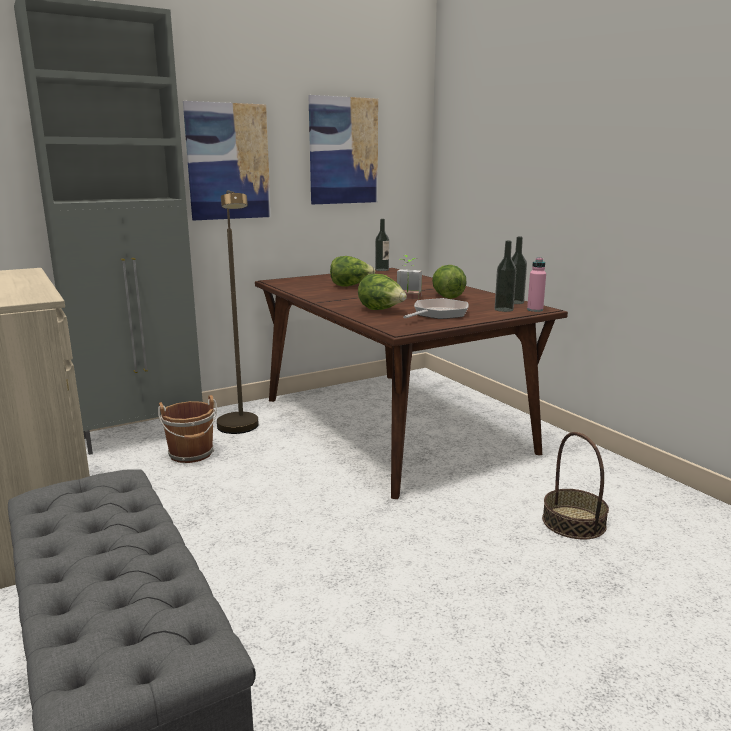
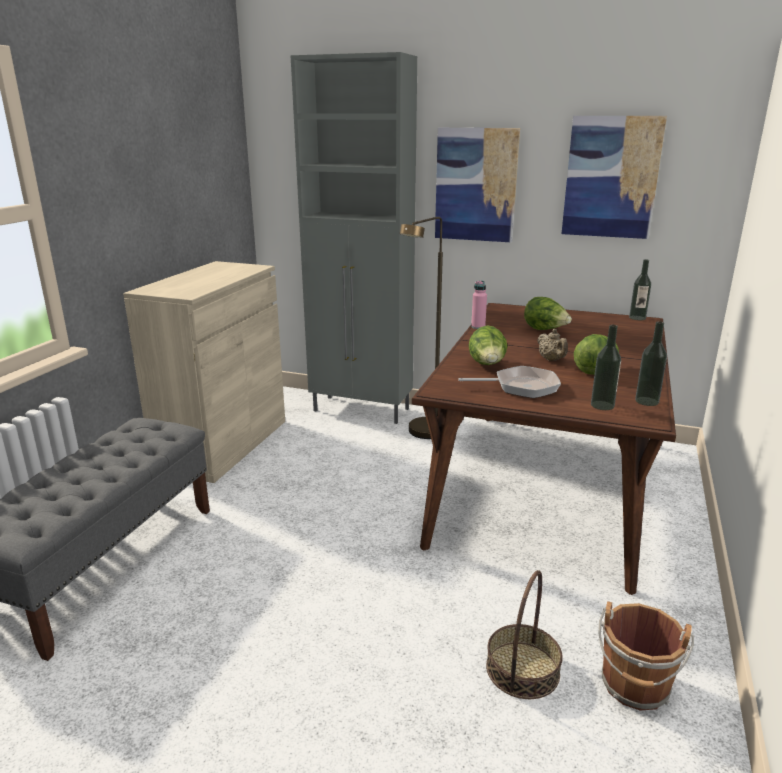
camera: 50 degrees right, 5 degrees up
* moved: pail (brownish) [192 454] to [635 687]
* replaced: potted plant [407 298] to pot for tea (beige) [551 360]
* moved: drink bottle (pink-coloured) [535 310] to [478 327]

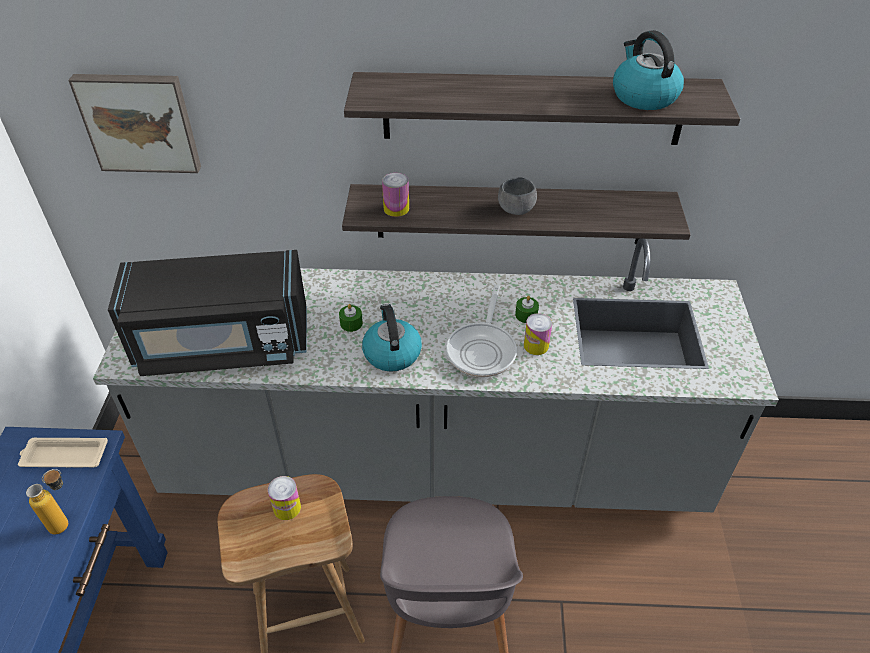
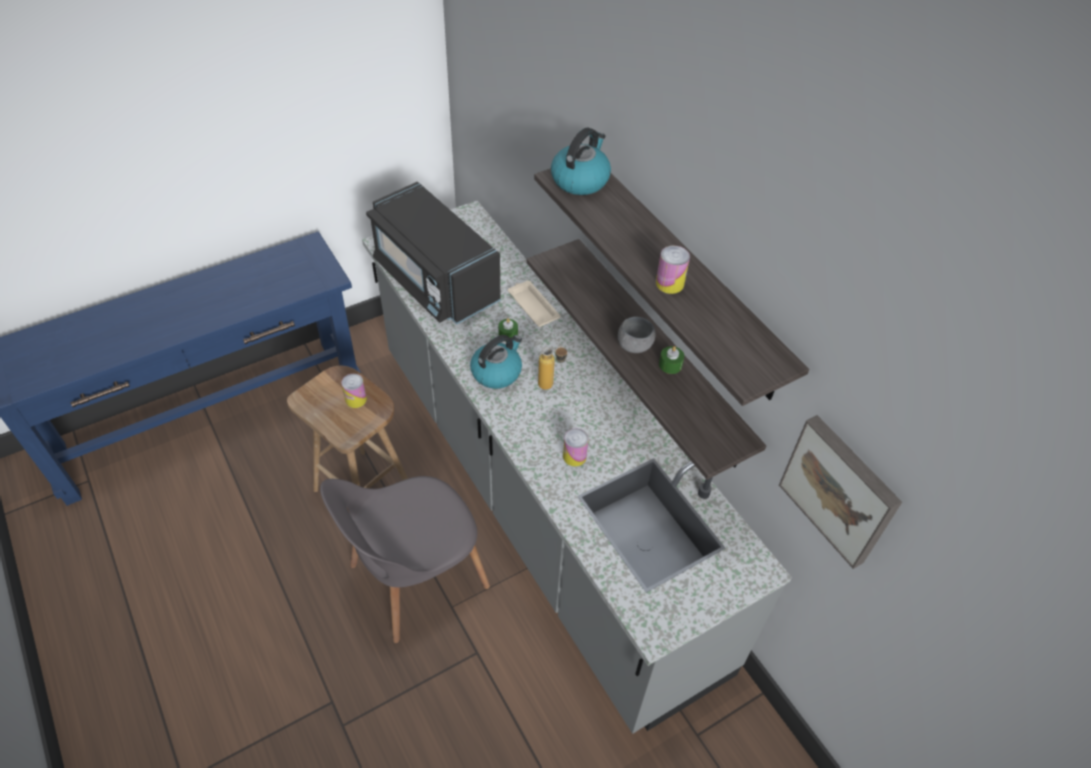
camera: 55 degrees right, 5 degrees up
* moved: tray (beige) [64 456] to [532 306]
* moved: drink bottle [67 521] to [551 386]
* moved: picture [140 122] to [840 489]
* moved: metal can [396 209] to [669 283]
* removed: skillet [483 349]
* moved: candle (greenish) [526 315] to [670 365]
* moved: water kettle [643 96] to [580 179]

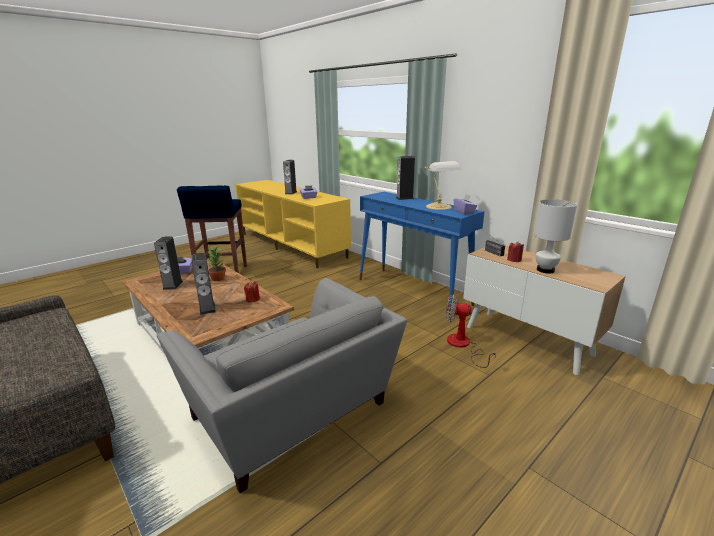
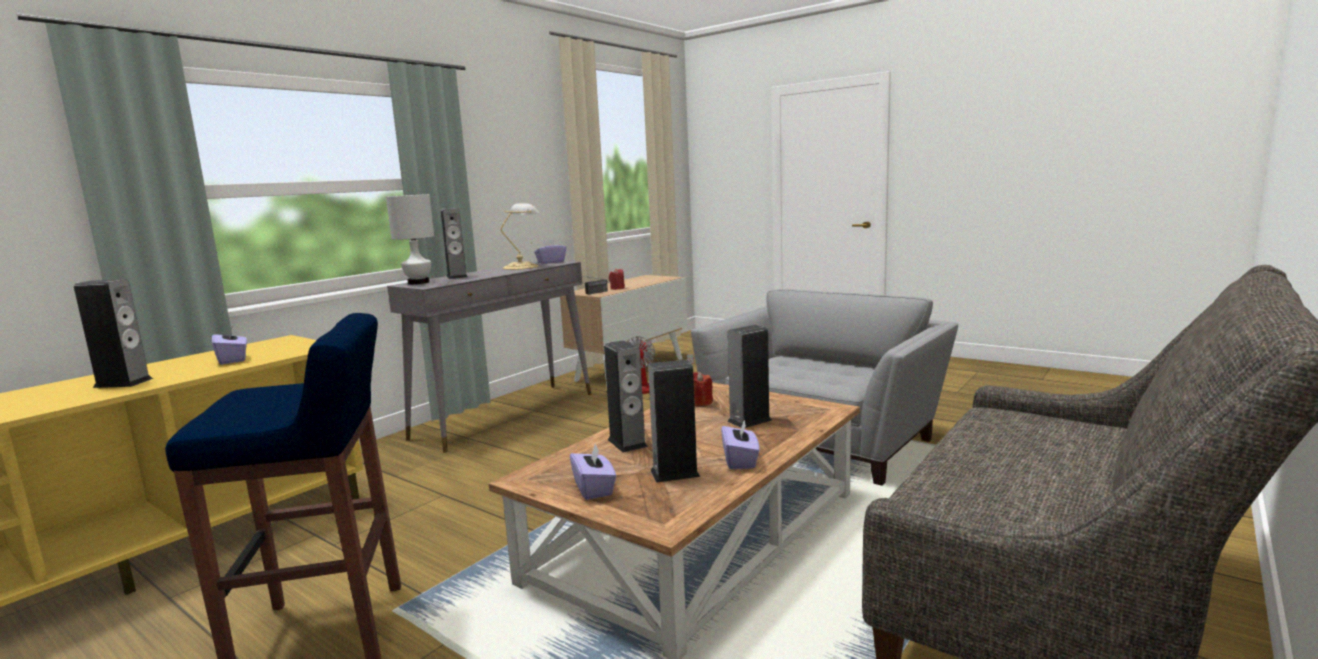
camera: 100 degrees left, 10 degrees down
* replaced: potted plant [218 279] to loudspeaker [627 443]
* recoloured: console table (blue-coloured) [413 291] to console table (grey) [506 415]
* moved: table lamp (white-coloured) [545 270] to [419 282]
* added: tissue holder (purplish) [740 461]

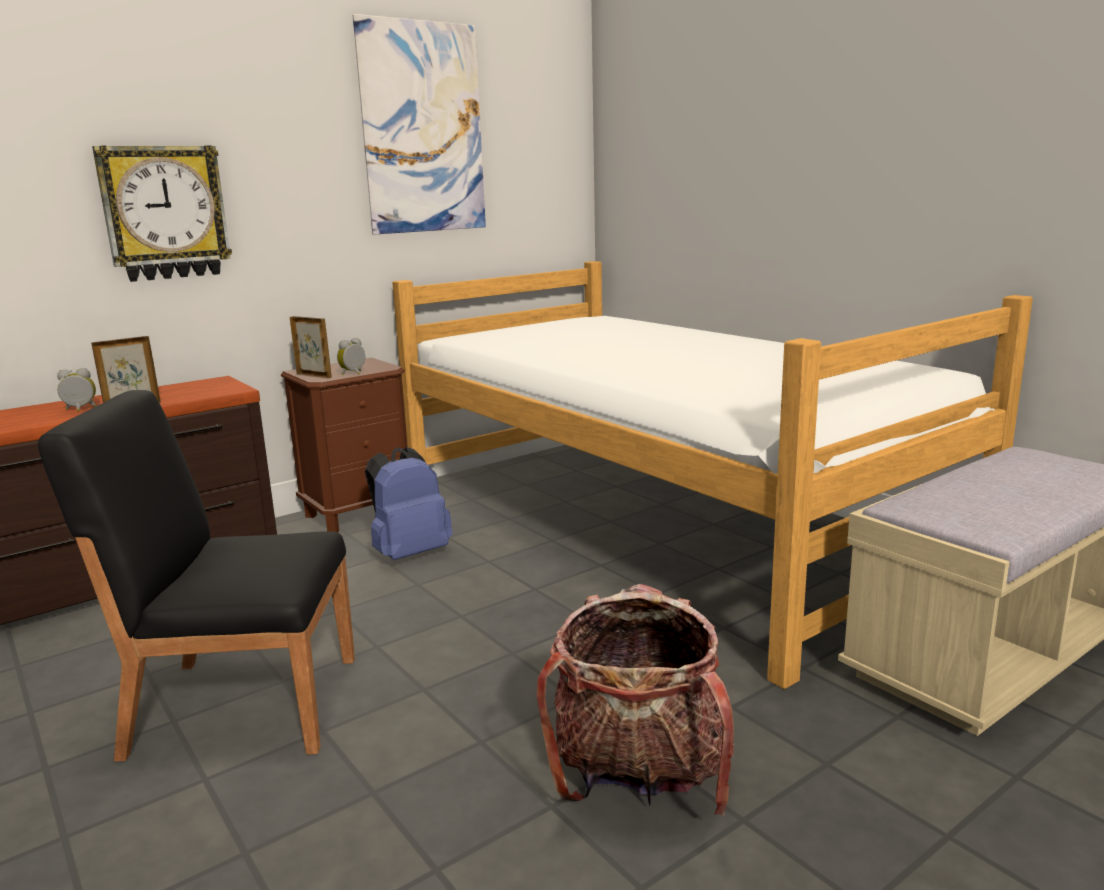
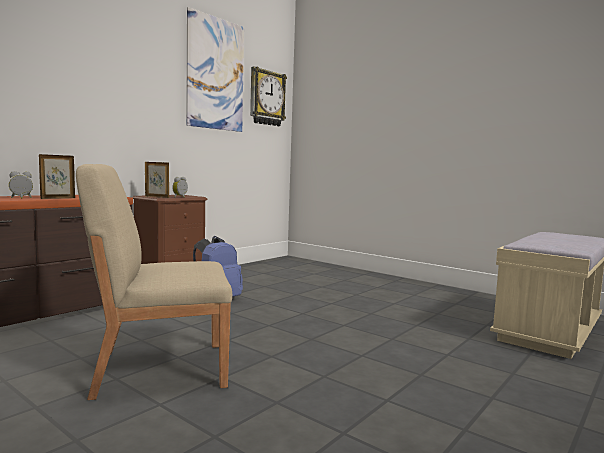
camera: 15 degrees left, 10 degrees down
* recoloured: upright chair (black) [242 704] to upright chair (beige) [159 368]
* moved: clock on the wall [165 213] to [266 98]
* removed: sleeping bed [659 521]
* removed: backpack [641 780]

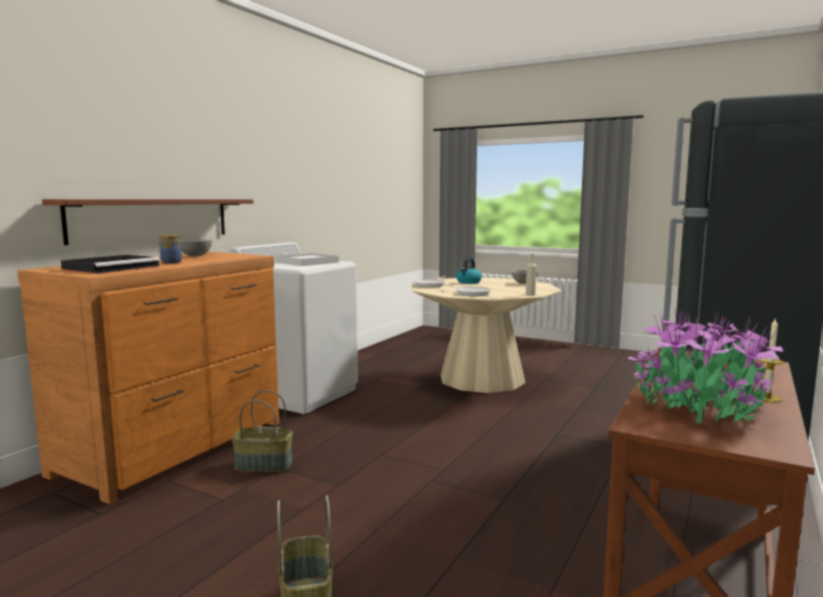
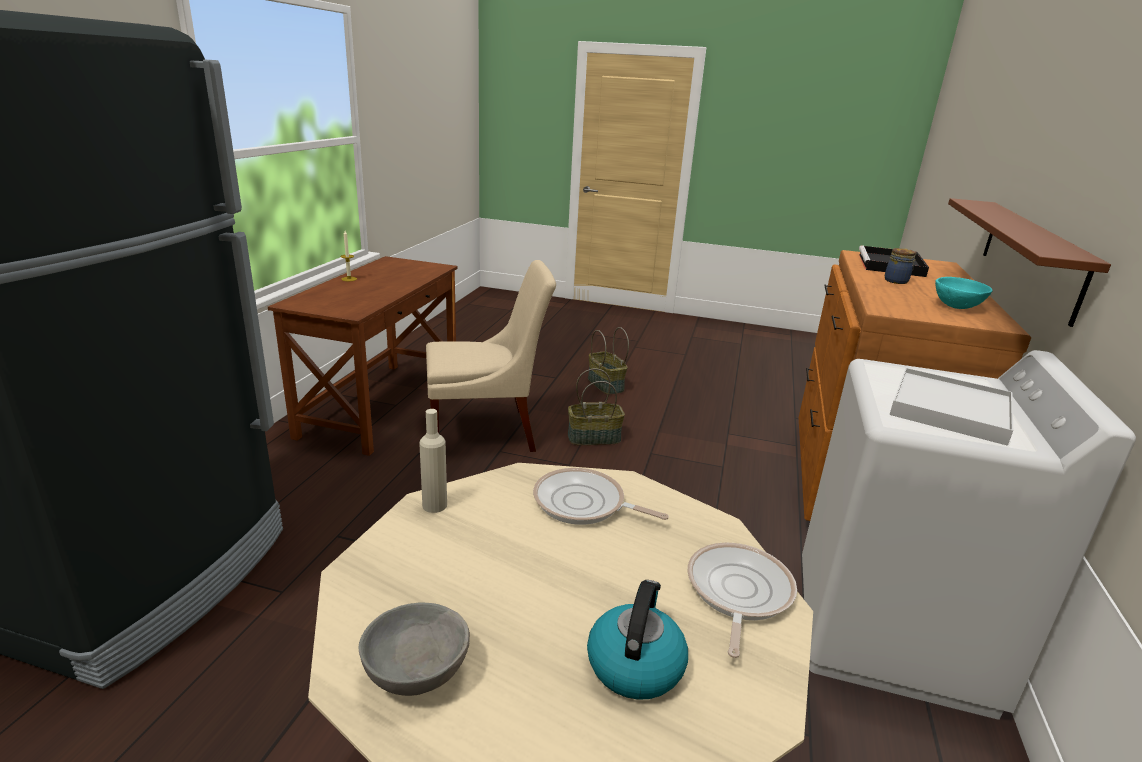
camera: 165 degrees right, 15 degrees up
* recoloured: serving bowl (grey) [194 256] to serving bowl (blue-green) [957 307]
* moved: household basket [263 465] to [594 437]
* removed: potted plant [699 408]
* added: upright chair (beige) [487 432]

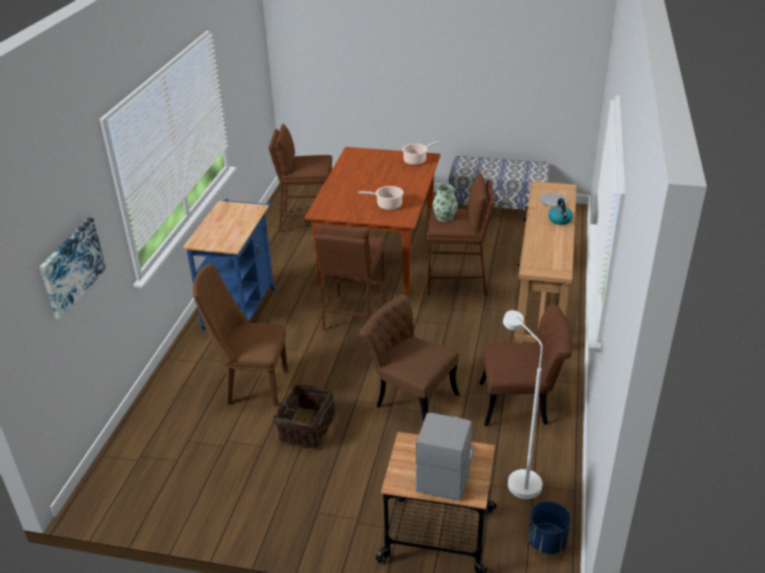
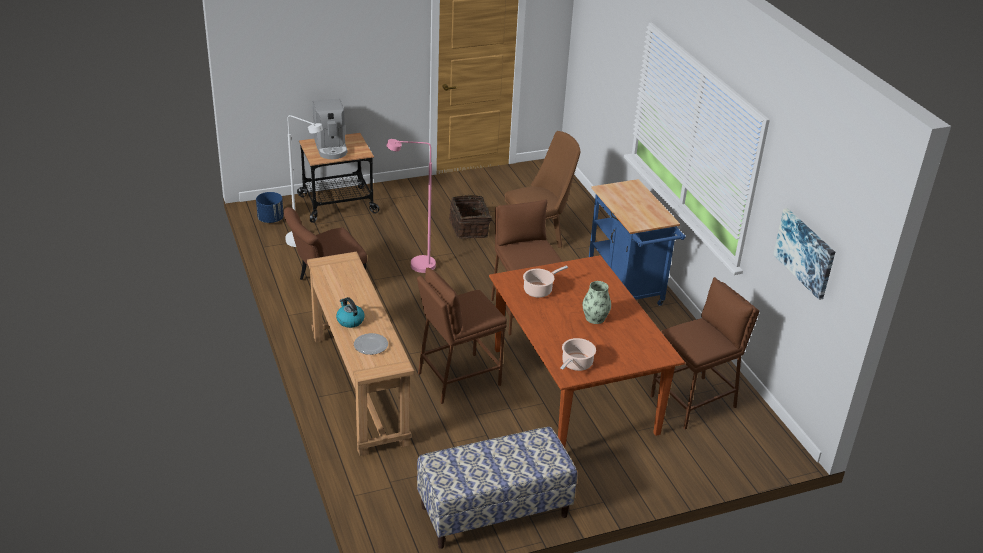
camera: 145 degrees right, 0 degrees up
* moved: picture [71 267] to [805 252]
* replaced: upright chair (brownish) [409 398] to standard lamp (pink-coloured) [415 266]
* moved: decorative vase [444 217] to [595 318]

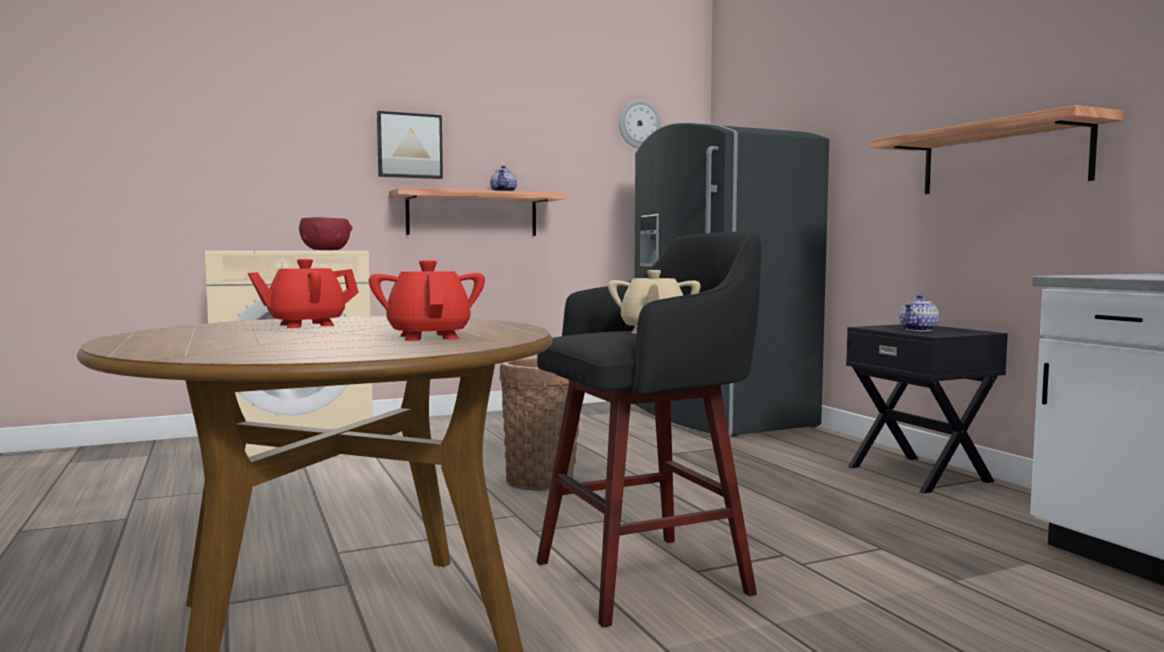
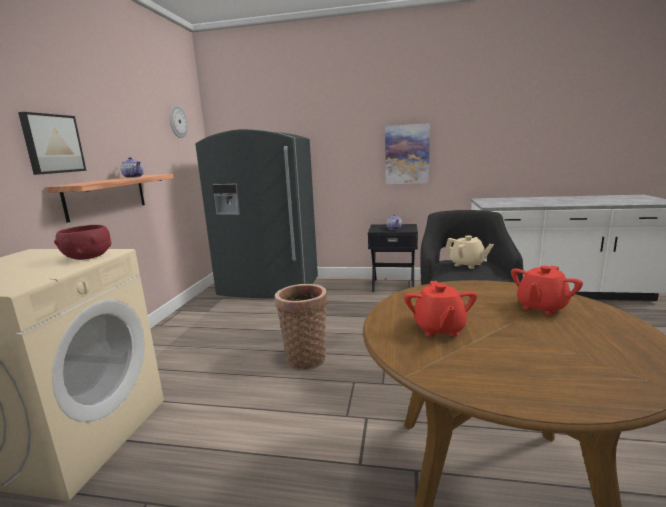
camera: 55 degrees left, 10 degrees up
* turned: pot for tea (red-coloured) [429 337] = [541 307] 60 degrees counterclockwise
* replaced: wall shelf [1002 158] to picture [407 154]

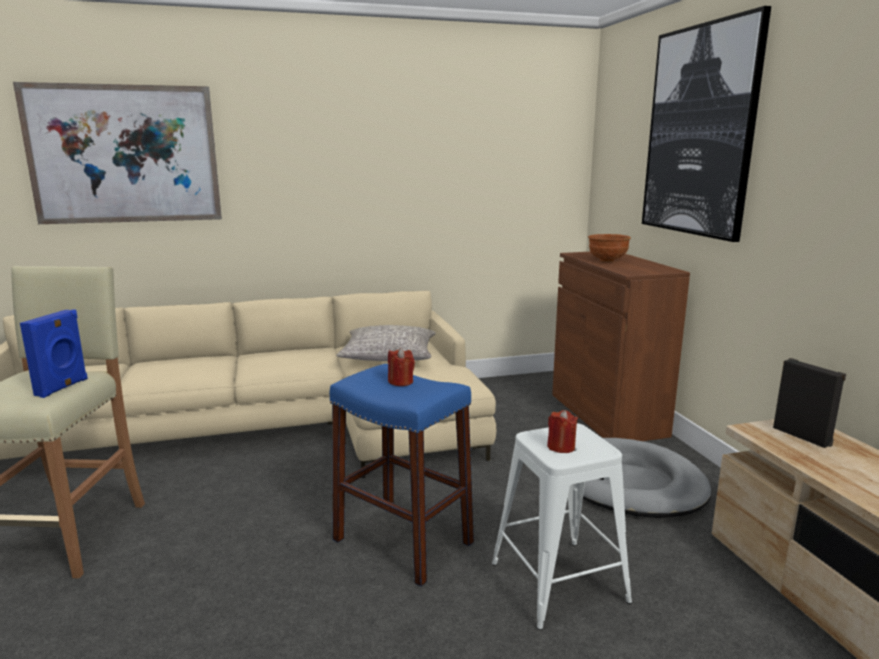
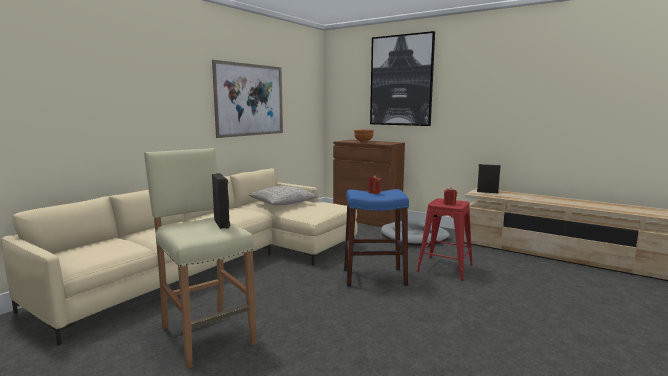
camera: 40 degrees left, 5 degrees down
* moved: picture [124 154] to [250 100]
* recoloured: loudspeaker (blue-coloured) [63 387] to loudspeaker (black) [222 224]
* recoloured: stool seat (white-coloured) [558 582] to stool seat (red-coloured) [445 268]

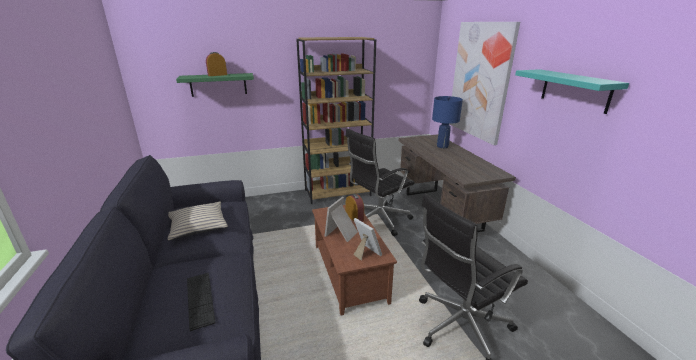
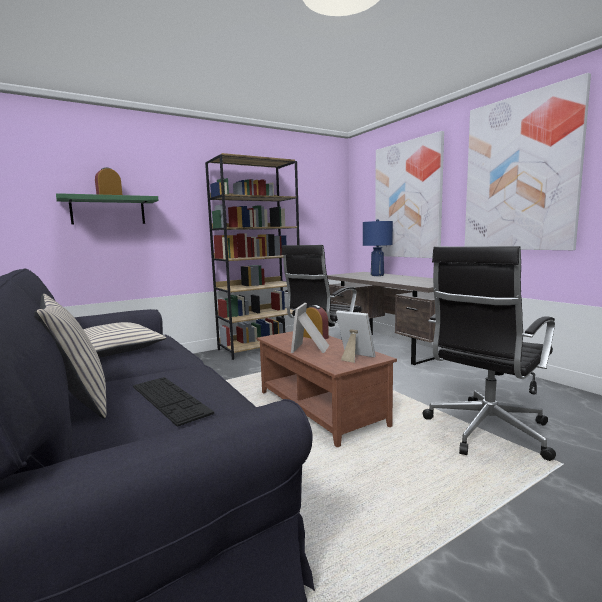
camera: 15 degrees left, 15 degrees down
* replaced: wall shelf (blue-green) [575 90] to picture [519 174]
* added: cushion (beige) [78 402]

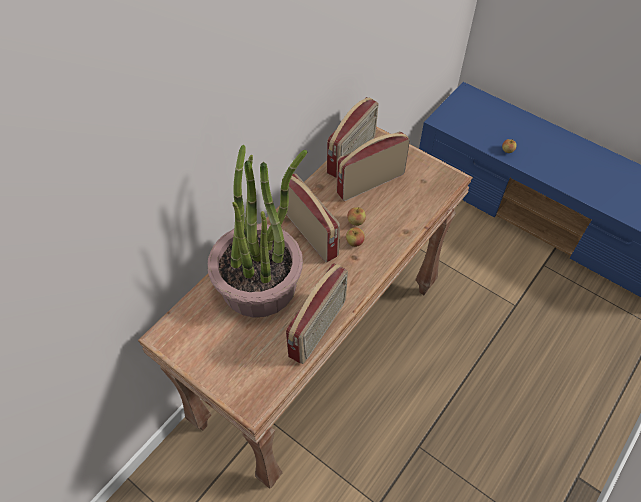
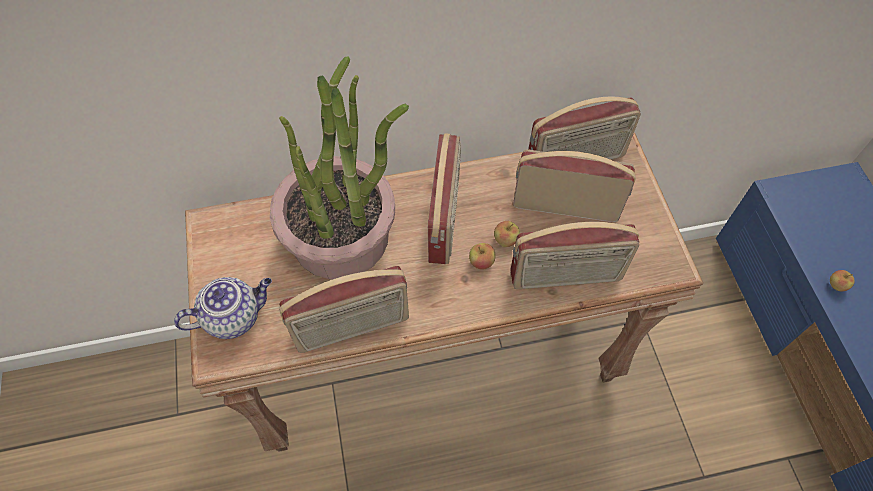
camera: 40 degrees right, 5 degrees up
* added: pot for tea [234 316]
* added: radio receiver [566 277]

